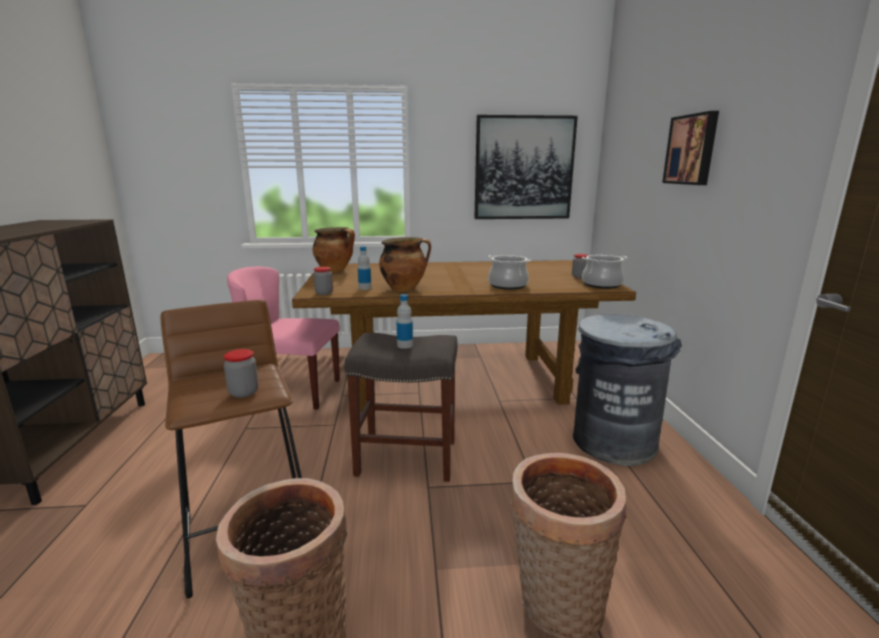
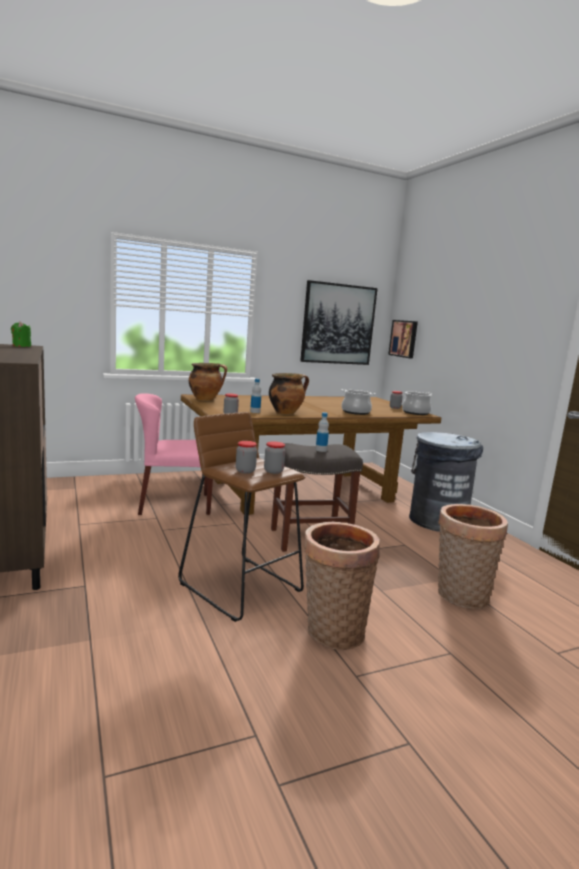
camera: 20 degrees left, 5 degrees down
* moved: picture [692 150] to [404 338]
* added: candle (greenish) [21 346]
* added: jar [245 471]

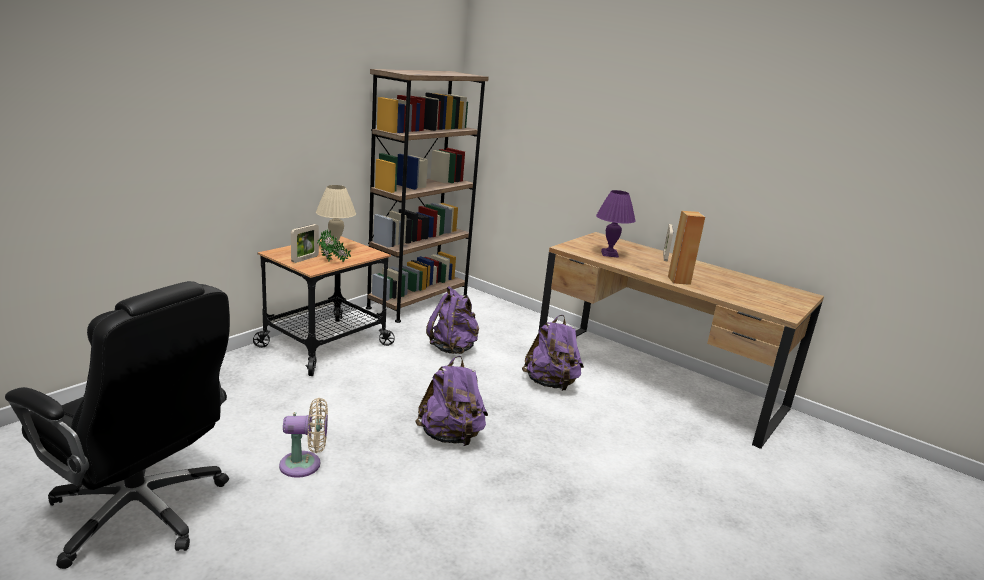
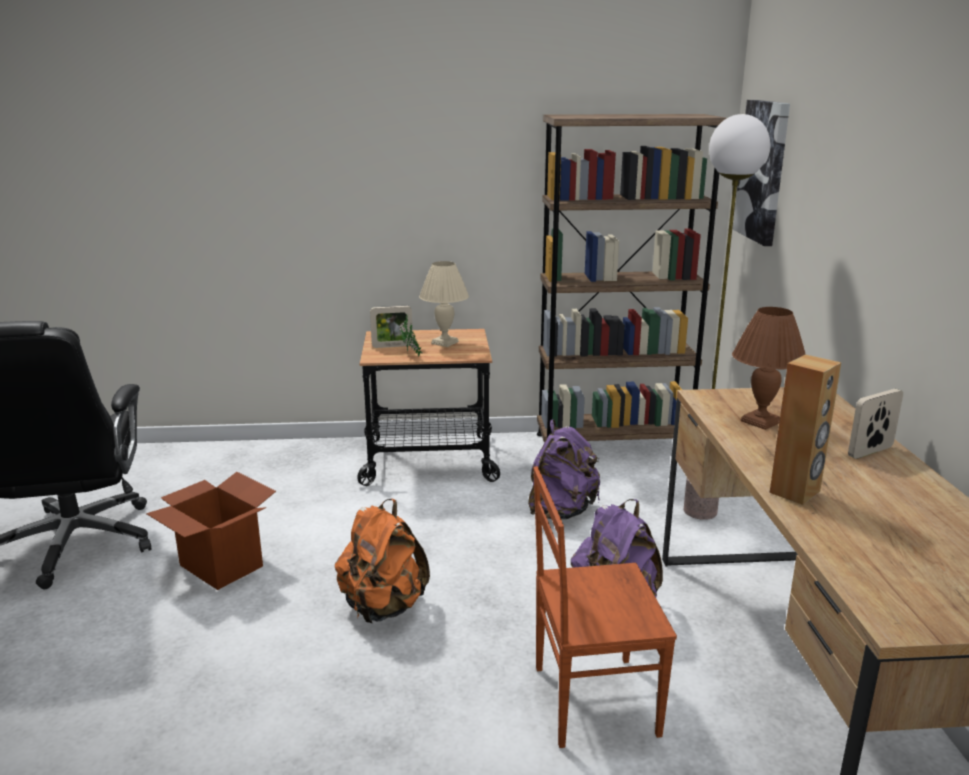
camera: 50 degrees right, 0 degrees up
* replaced: electric fan (beige) [305 465] to packing box [220 566]
* recoloured: backpack (purplish) [451 436] to backpack (orangey) [383 607]
* recoloured: table lamp (purplish) [610 254] to table lamp (brownish) [760 422]
* added: upright chair (brownish) [592 699]
* added: standard lamp [700 511]
* added: picture [763 171]

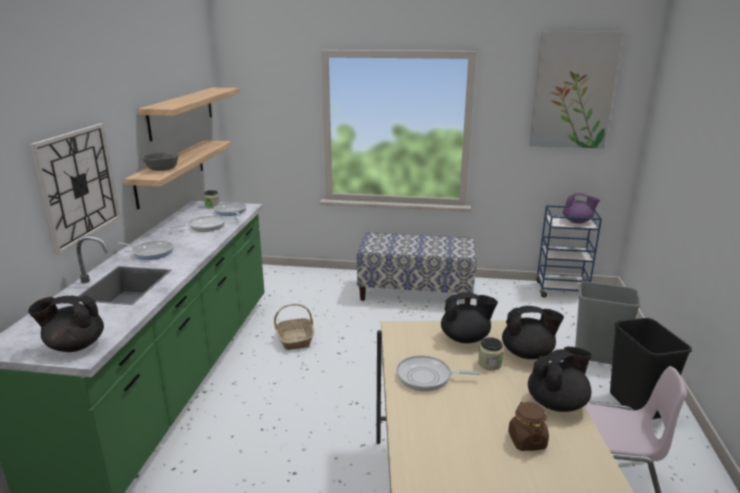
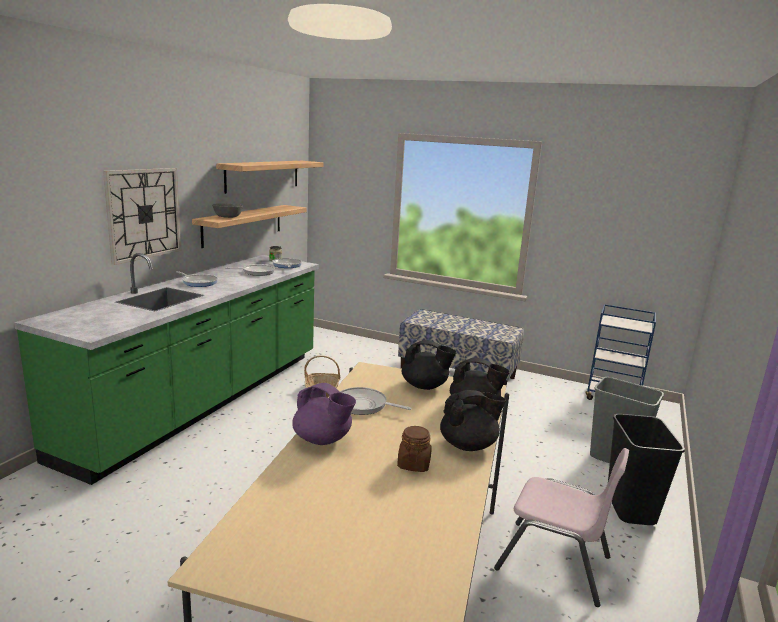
camera: 15 degrees right, 5 degrees down
* removed: pot for tea (black) [75 346]
* removed: jar [489 364]
* removed: picture [573 91]
* moved: pot for tea (purplish) [577 222] to [323 439]

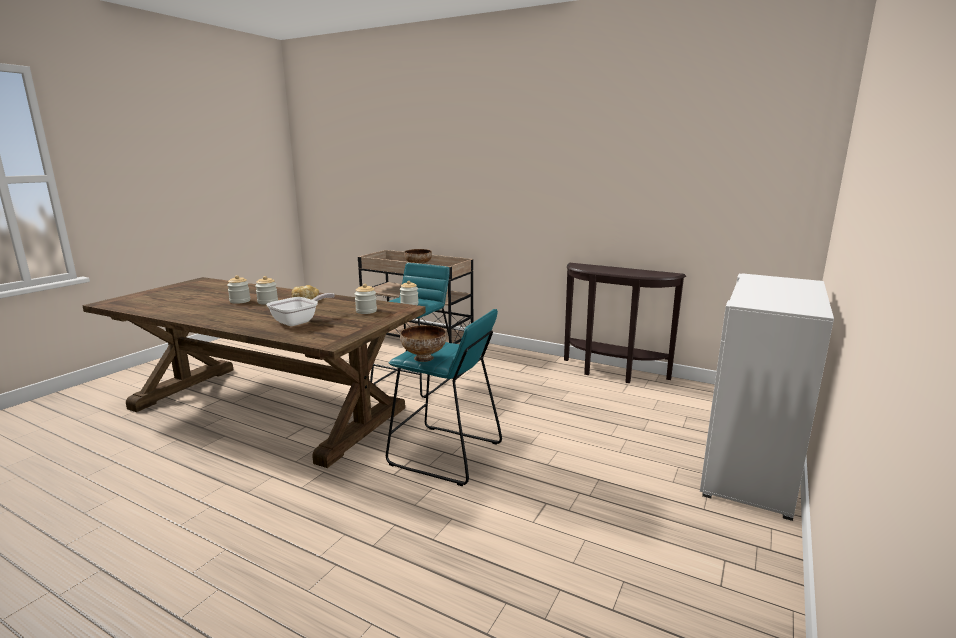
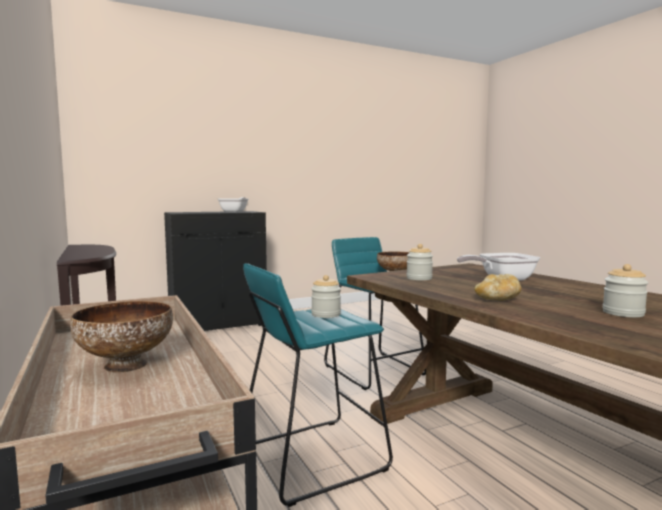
camera: 145 degrees left, 10 degrees down
* removed: jar [267 302]
* recoloured: storage cabinet (white-coloured) [751 469] to storage cabinet (black) [218 324]
* added: skillet [235 211]

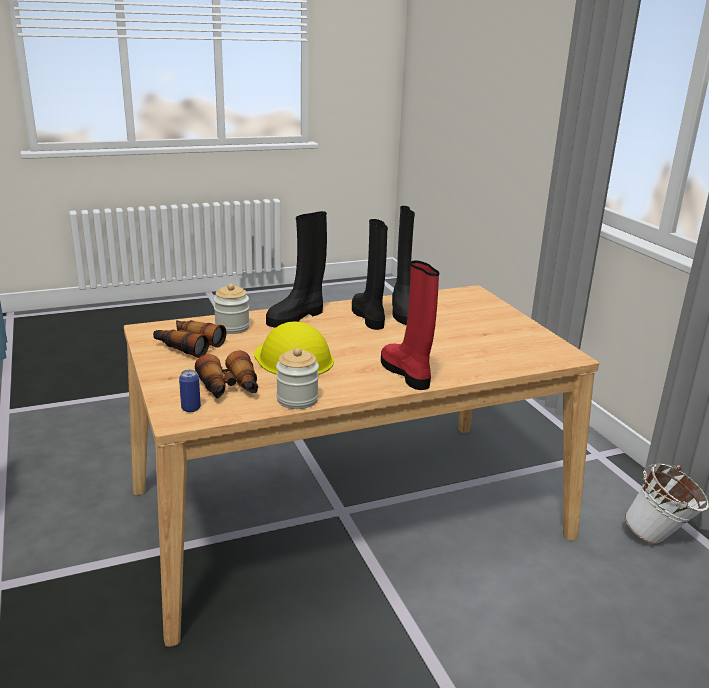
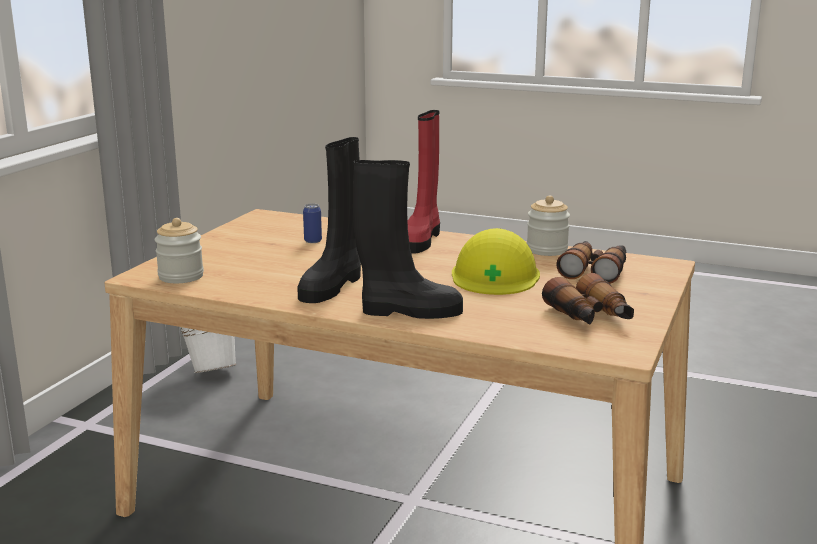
camera: 135 degrees left, 5 degrees down
* moved: metal can [191 408] to [313 241]
* moved: jar [232 328] to [181 276]
* removed: tall boot (black) [403 311]

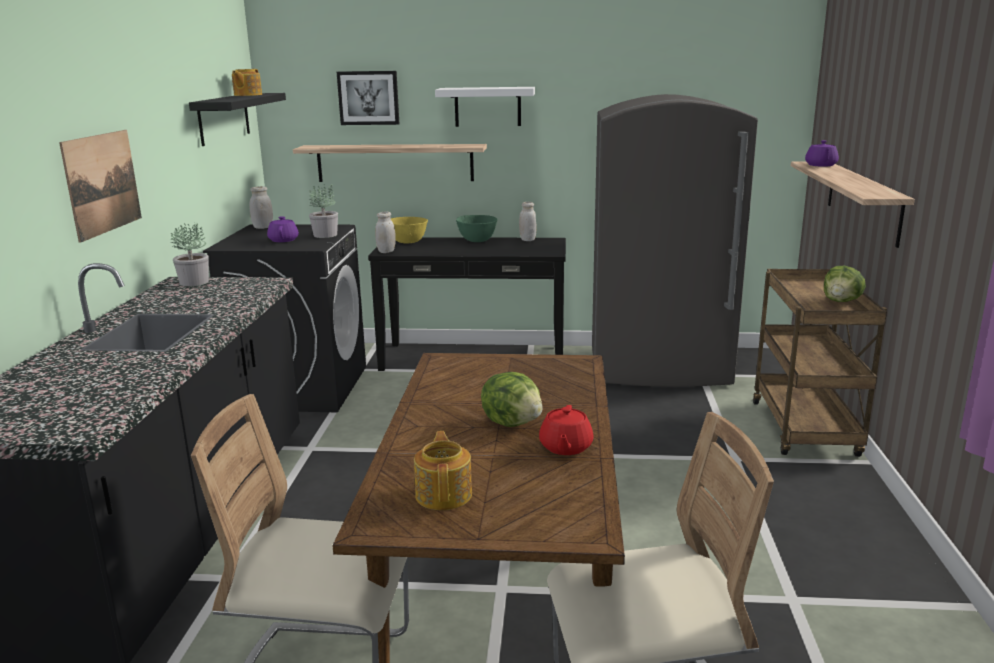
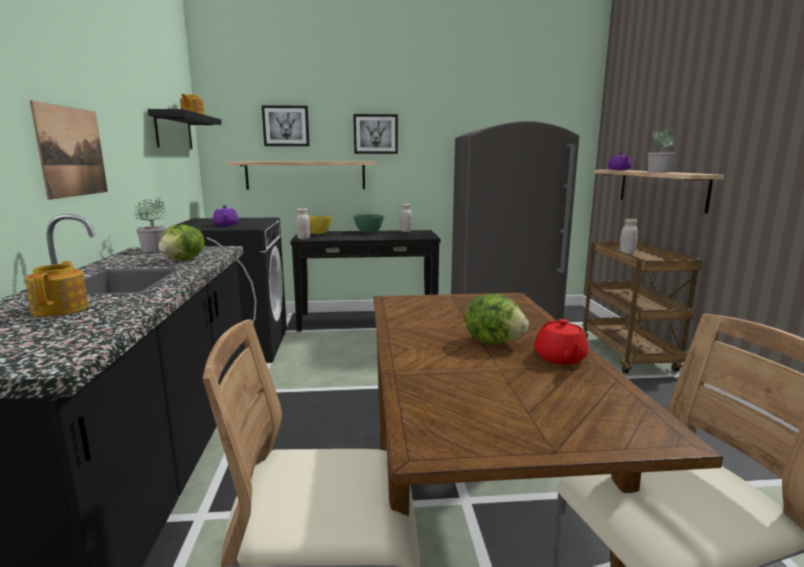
camera: 10 degrees left, 5 degrees down
* moved: jar (white-coloured) [263 227] to [627 253]
* moved: potted plant [325 235] to [658 172]
* moved: pot for tea [444 494] to [62 308]
* replaced: wall shelf (white-coloured) [487 106] to picture [375 134]
* moved: lettuce head [841 301] to [184 260]

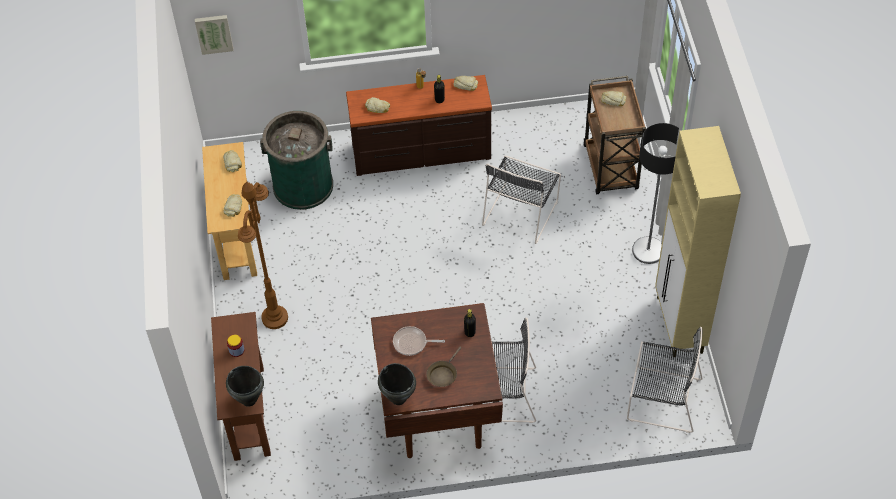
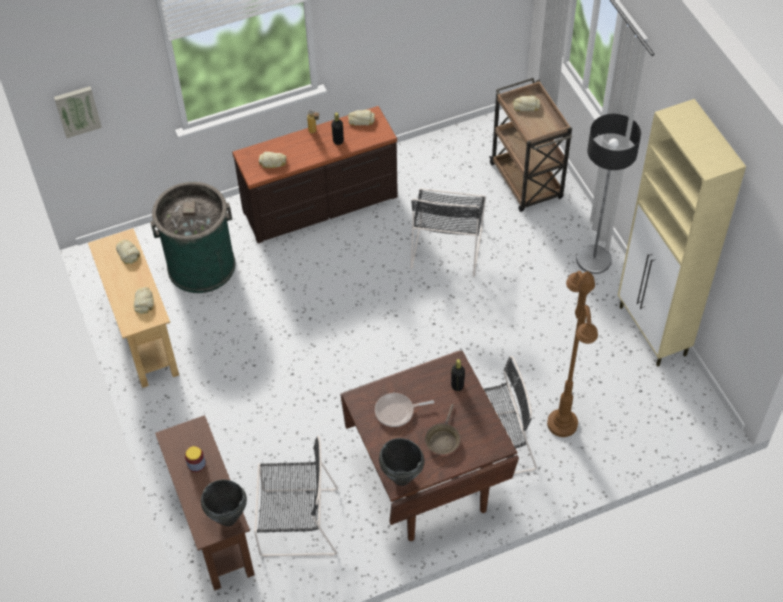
camera: 15 degrees left, 0 degrees up
* moved: standard lamp (brownish) [275 318] to [562 424]
* moved: upright chair (black) [661 398] to [296 522]

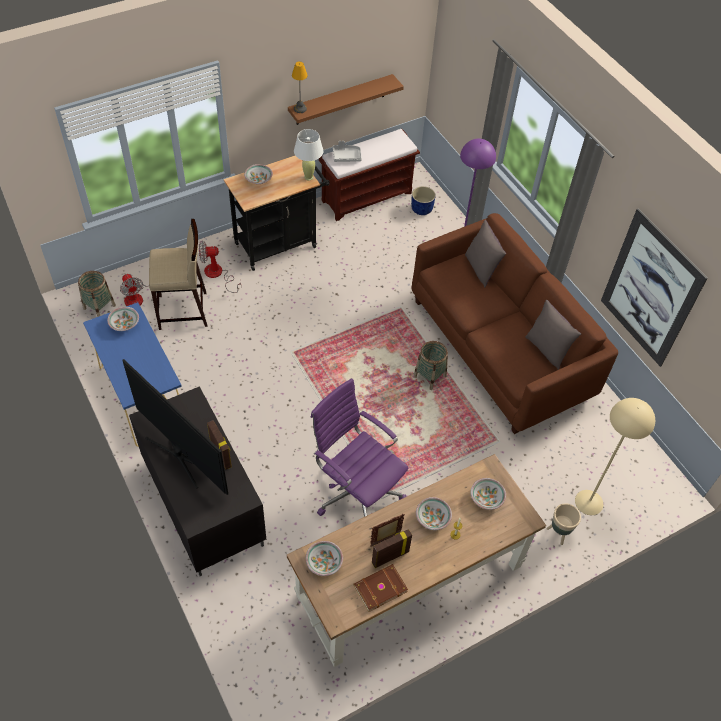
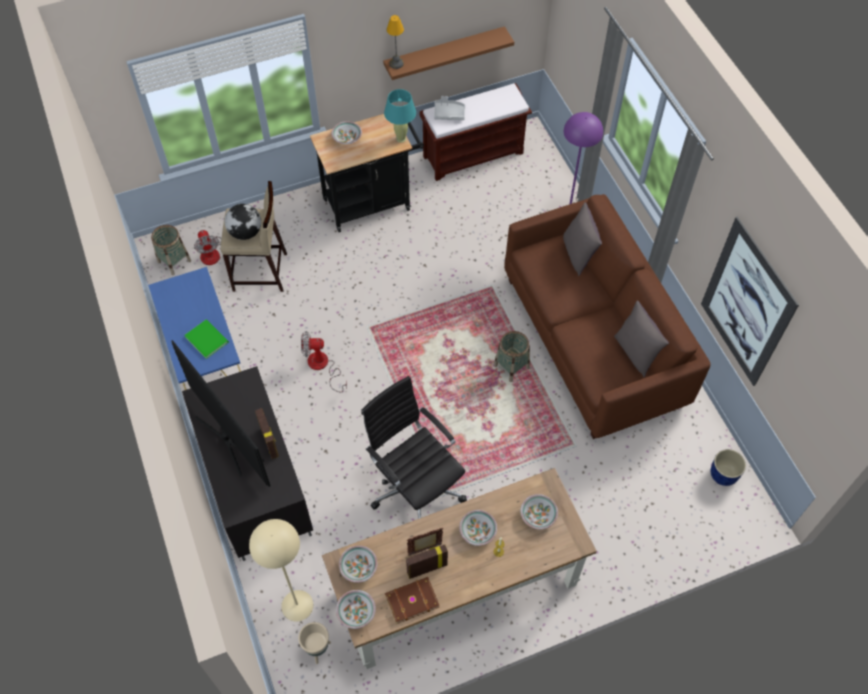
camera: 10 degrees right, 5 degrees up
* moved: serving bowl [124 324] to [356 612]
* moved: electric fan [217 275] to [322 366]
* recoloured: table lamp (white-coloured) [308 177] to table lamp (blue-green) [401 139]
* recoloured: office chair (purplish) [357 491] to office chair (black) [415 487]
* moved: flower pot (blue-coloured) [422 209] to [723 475]
* moved: flower pot (beige) [558 533] to [317 649]
* moved: standard lamp (beige) [589 502] to [297 605]
* added: bound book (greenish) [206 338]
* added: world globe [245 232]

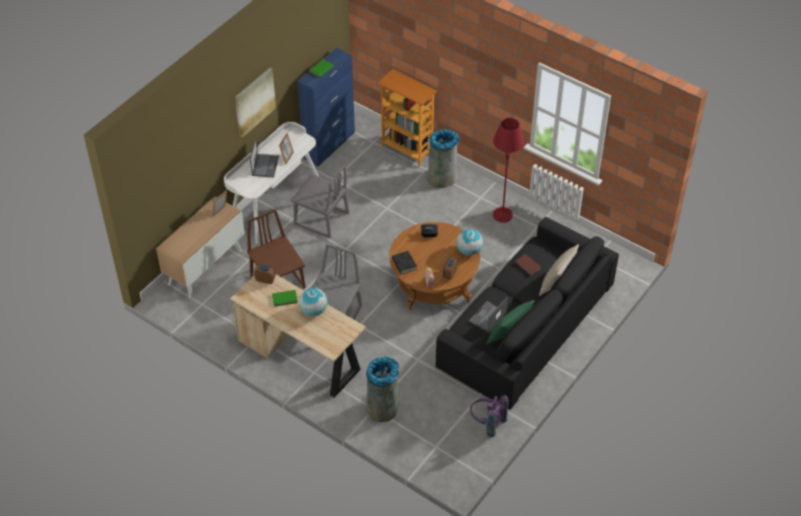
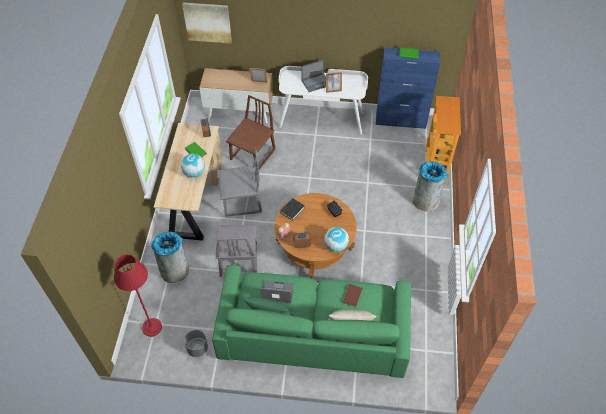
camera: 60 degrees right, 5 degrees up
* moved: picture [254 102] to [207 22]
* moved: upright chair (grey) [321 219] to [238 260]
* recoloured: settee (black) [525 325] to settee (greenish) [313 330]
* replaced: backpack (purplish) [486 423] to flower pot (grey) [197 348]
* moved: standard lamp (red-coloured) [502 215] to [152 327]

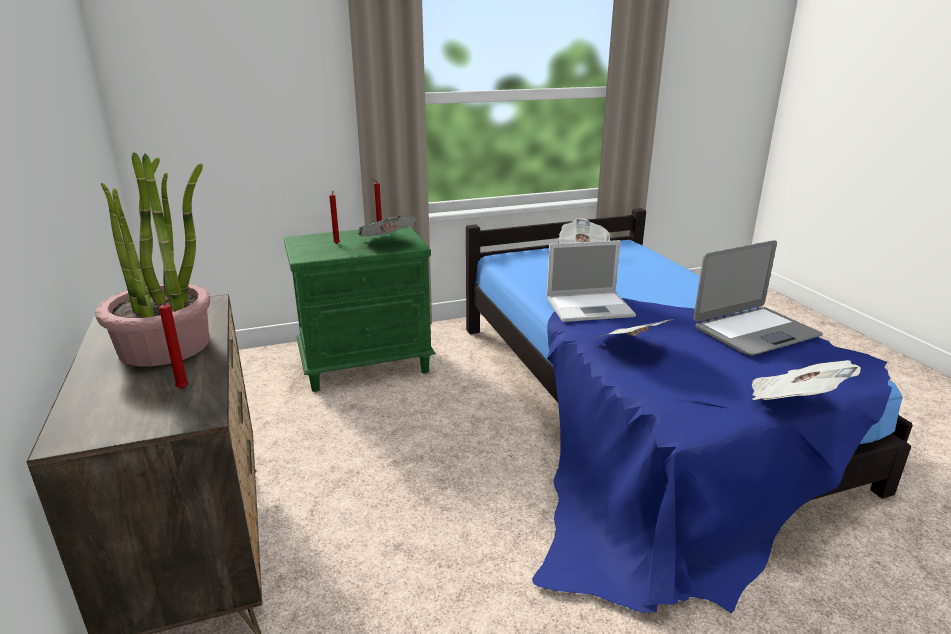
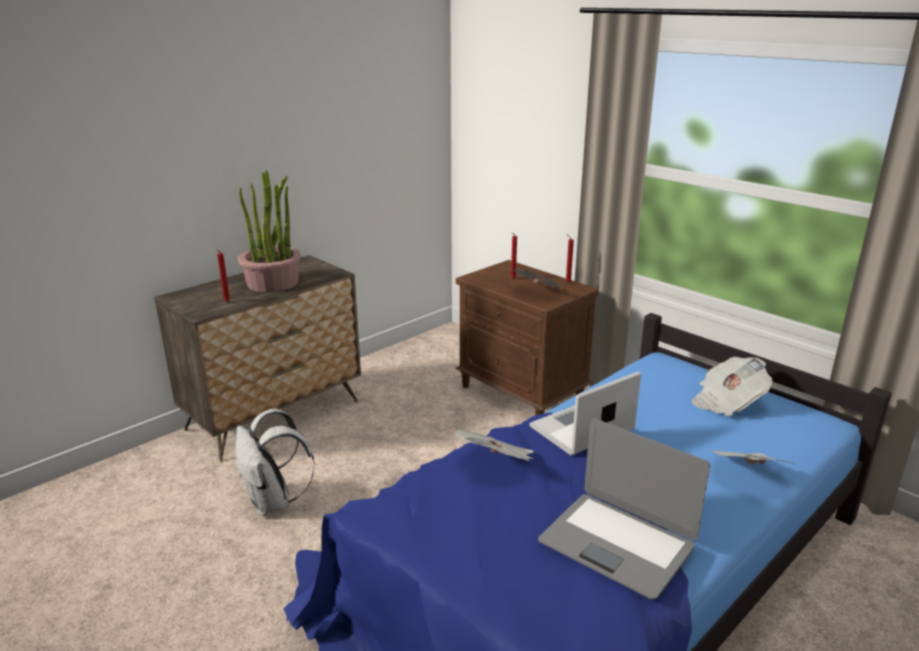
camera: 65 degrees right, 0 degrees up
* recoloured: night table (greenish) [367 364] to night table (brownish) [522 393]
* turned: notebook computer [591 307] = [580 429] 90 degrees clockwise
* moved: daily paper [794 401] to [747 474]
* added: backpack (white-coloured) [273 502]

